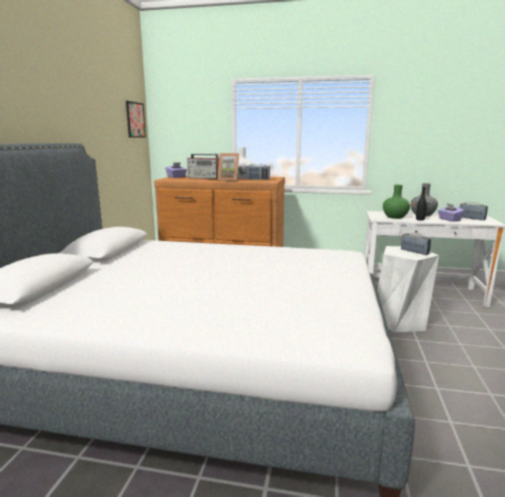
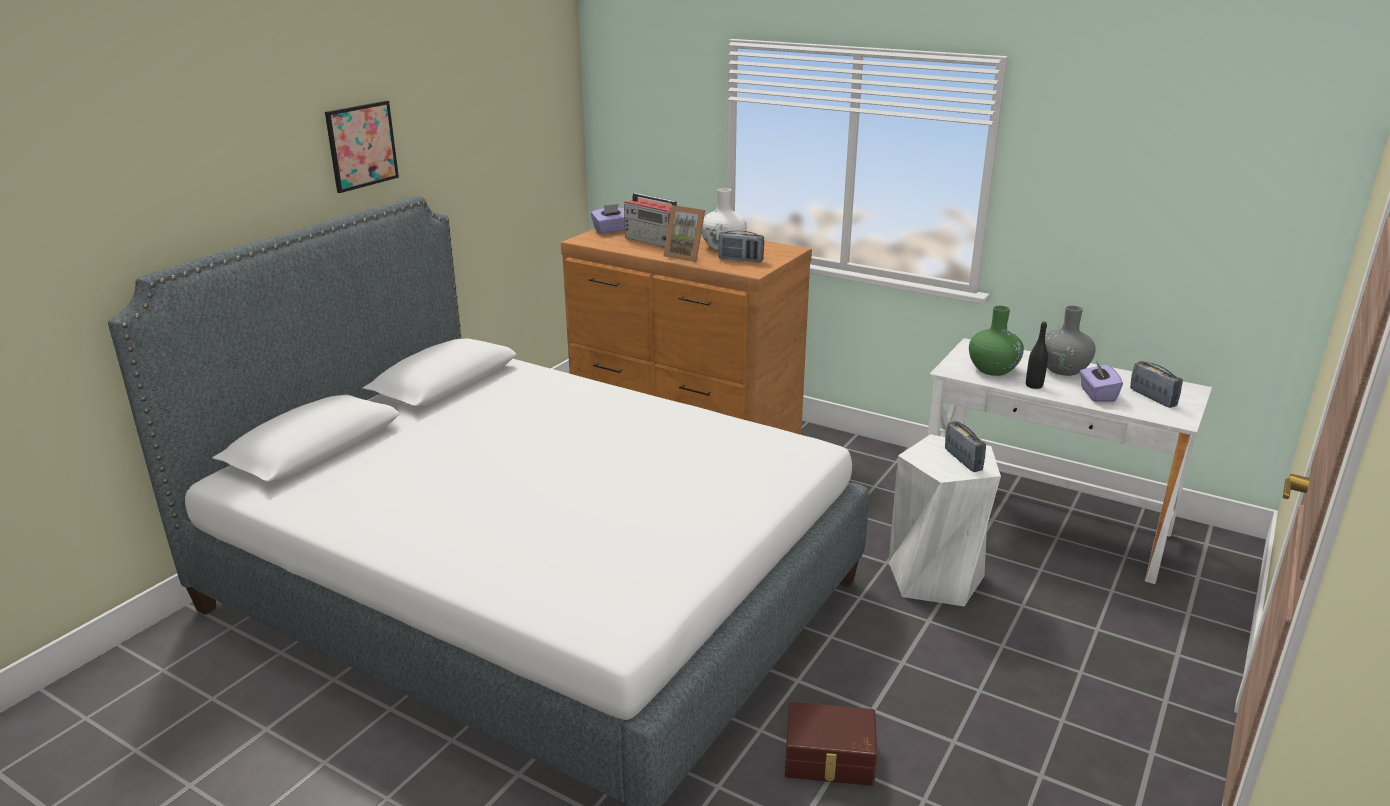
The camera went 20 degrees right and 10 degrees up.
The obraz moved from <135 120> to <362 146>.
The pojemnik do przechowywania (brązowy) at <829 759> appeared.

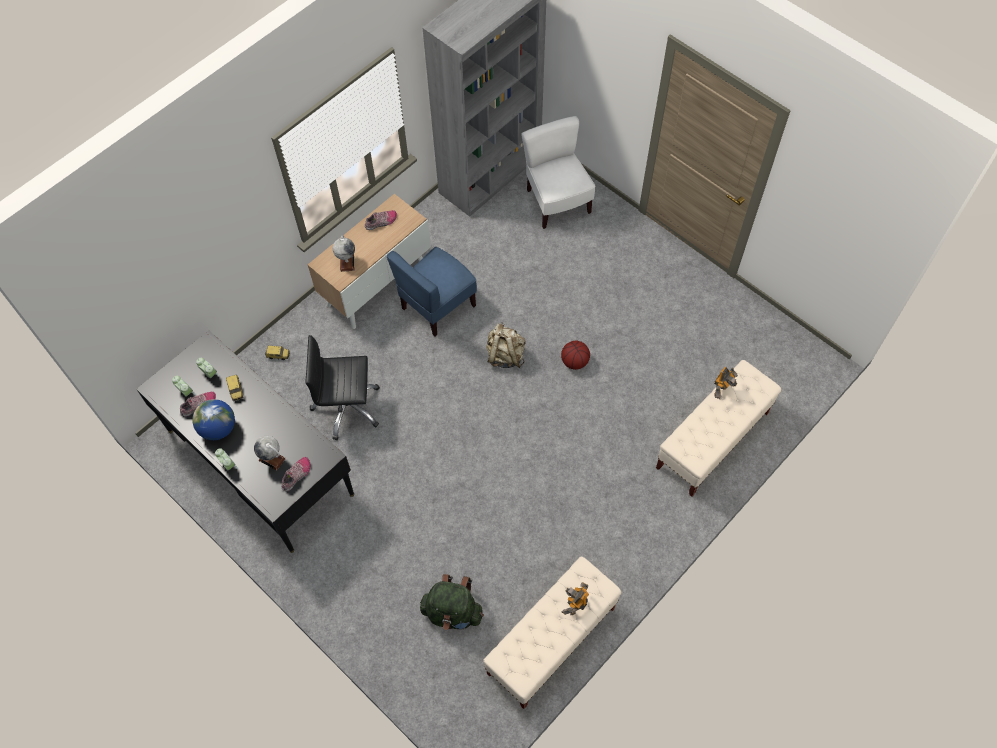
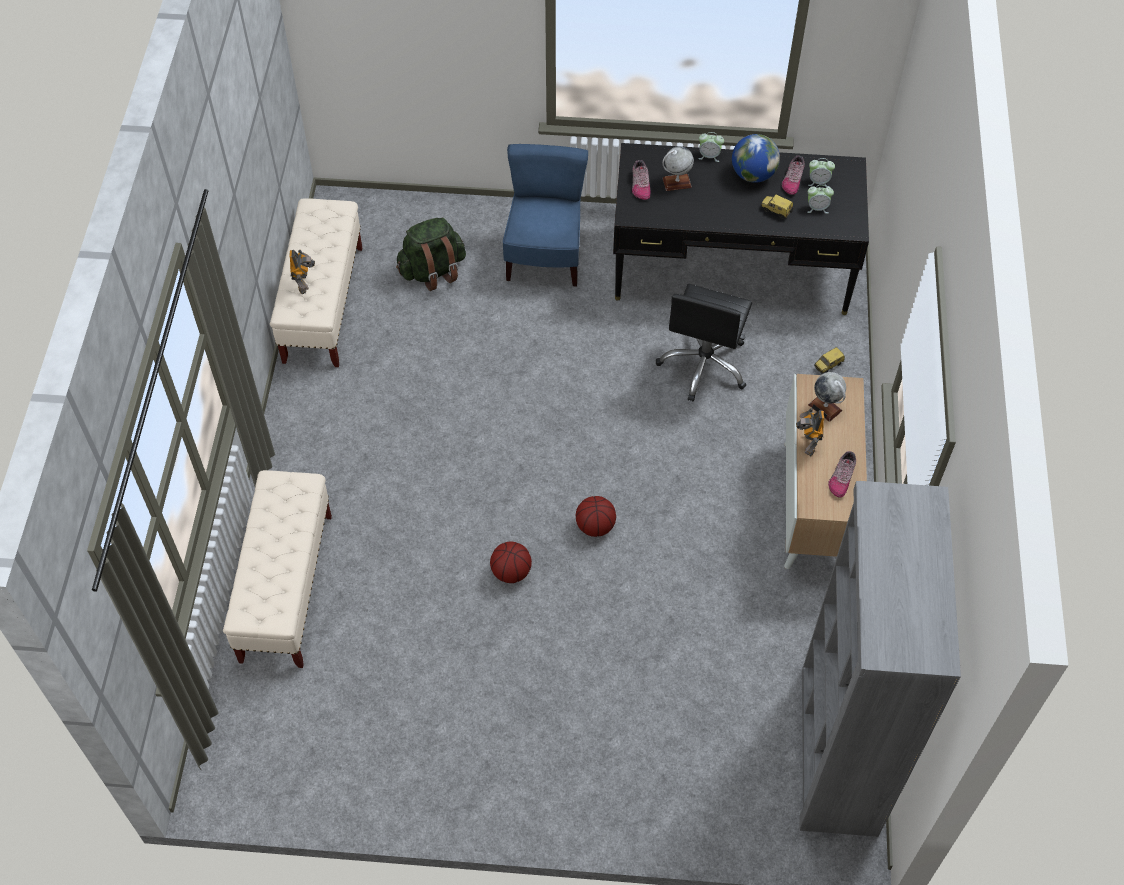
The camera went 140 degrees right and 5 degrees down.
The krzesło (biały) at <557 202> disappeared.
The krzesło (niebieski) moved from <437 306> to <545 257>.
The plecak (beżowy) at <505 355> was replaced by the piłka do koszykówki at <595 526>.
The krzesło biurowe (czarny) at <347 408> turned 150 degrees clockwise.
The robot zabawkowy moved from <721 390> to <807 444>.

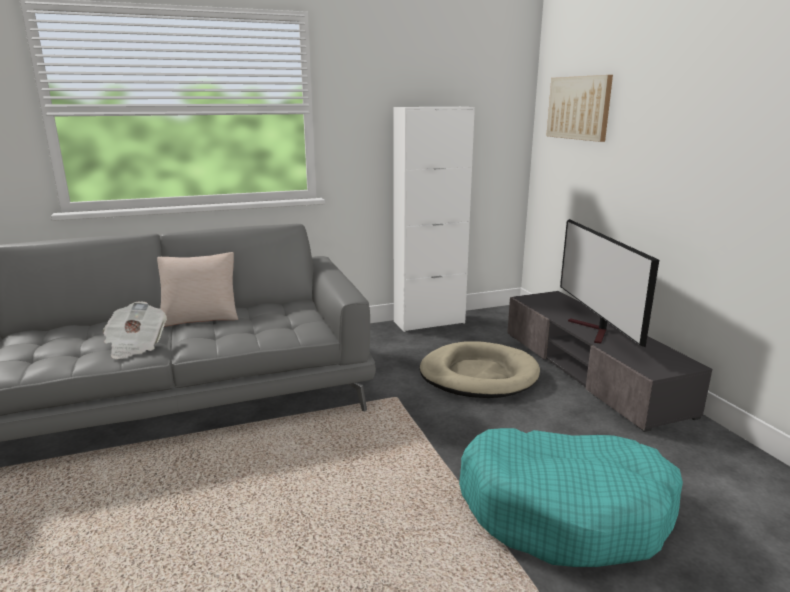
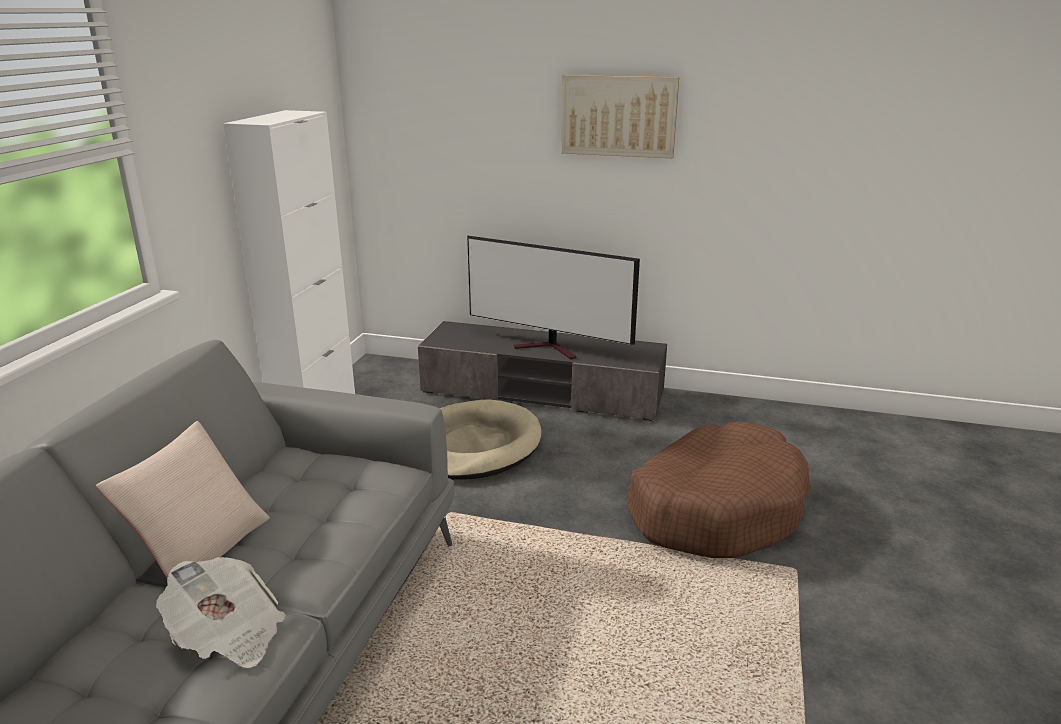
The camera went 55 degrees left and 5 degrees up.
The obraz moved from <579 108> to <618 115>.
The legowisko (turkusowy) at <565 510> became the legowisko (brązowy) at <715 508>.

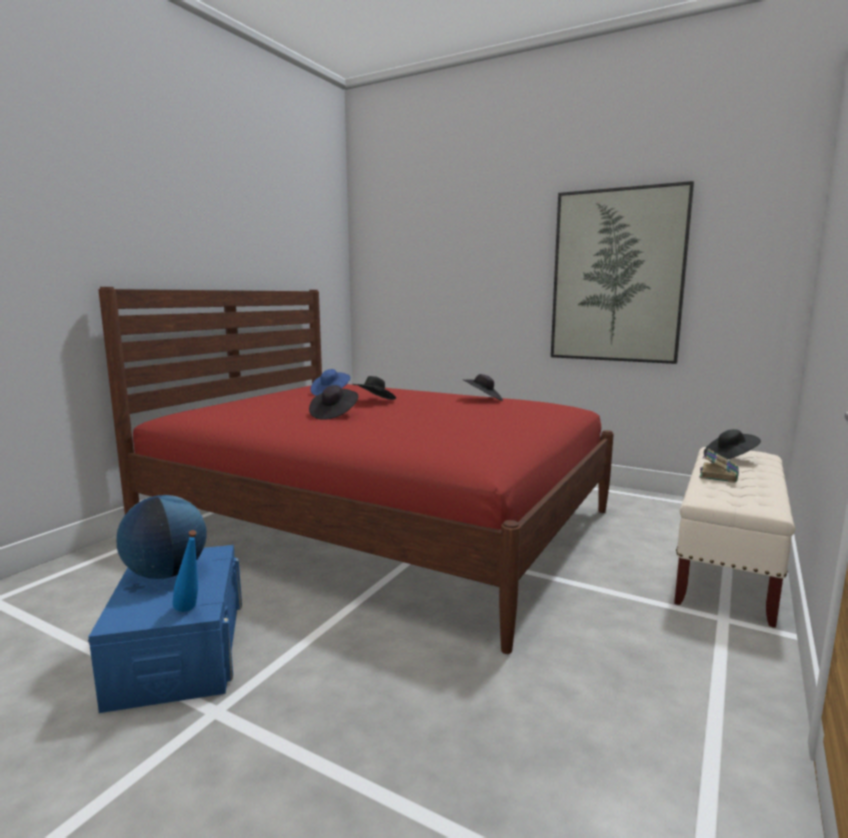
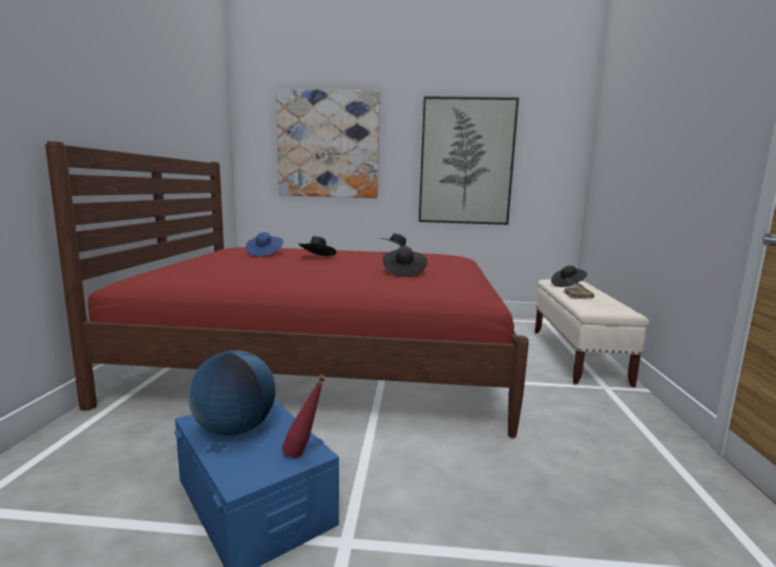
The camera went 25 degrees left and 0 degrees up.
The kapelusz (czarny) moved from <334 415> to <404 272>.
The butelka (niebieski) at <190 611> became the butelka (czerwony) at <304 455>.
The obraz at <328 144> appeared.

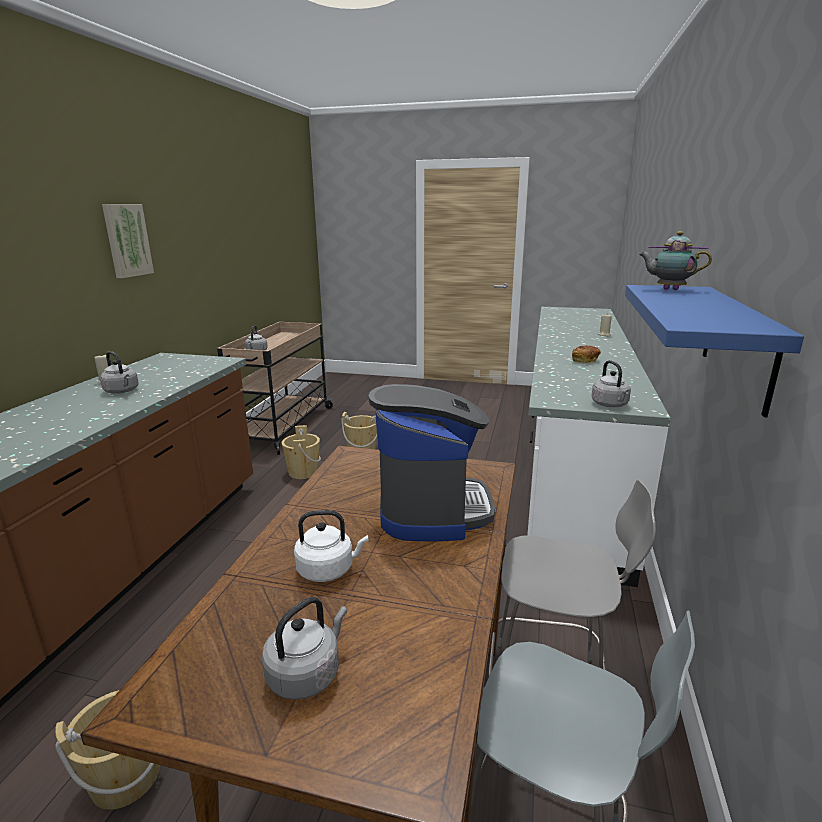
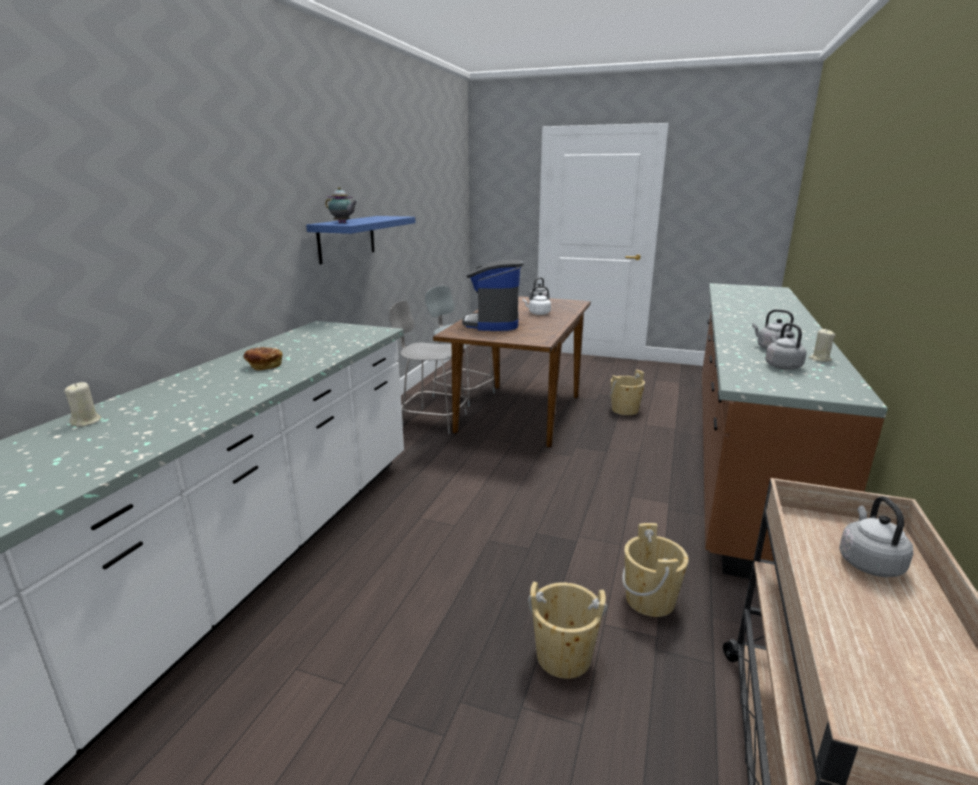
The camera went 175 degrees left and 0 degrees up.
The obraz at <126 240> disappeared.
The czajnik (szary) moved from <610 405> to <781 366>.

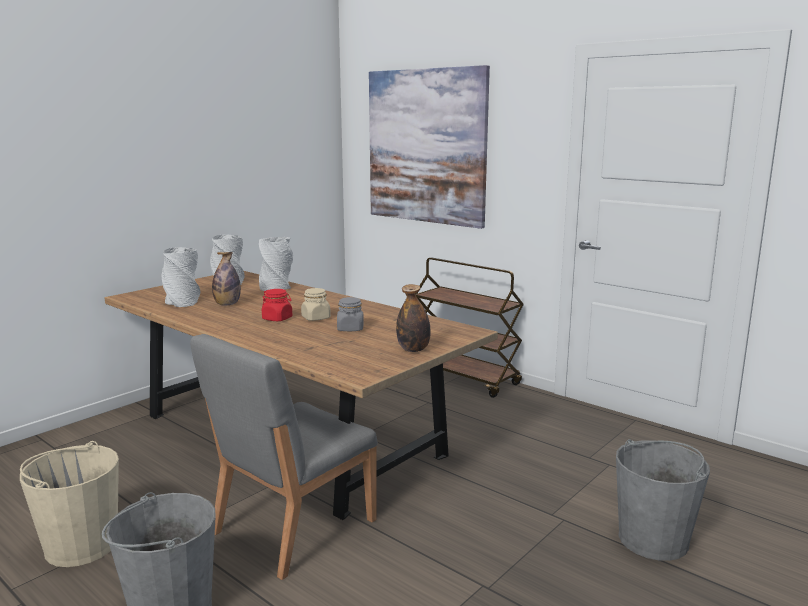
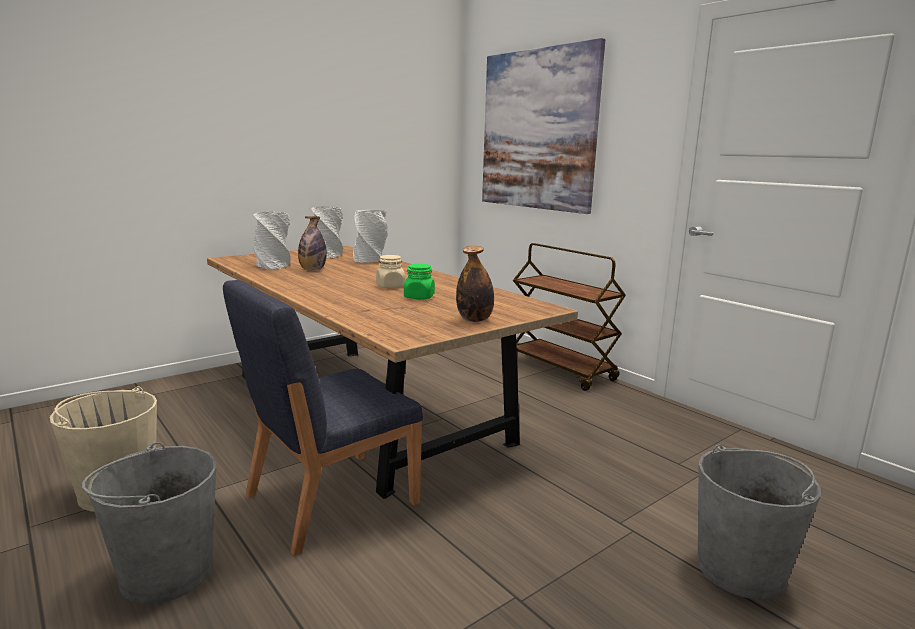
The camera went 10 degrees right and 0 degrees up.
The słoik (czerwony) at <277 319> disappeared.
The słoik (szary) at <350 329> became the słoik (zielony) at <419 297>.
The krzesło (szary) at <292 527> became the krzesło (niebieski) at <329 499>.

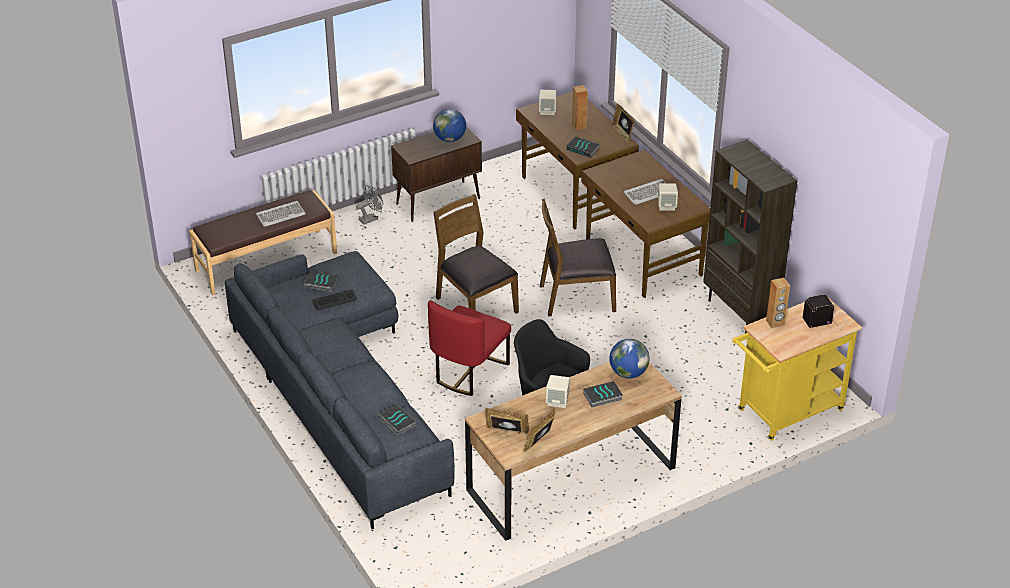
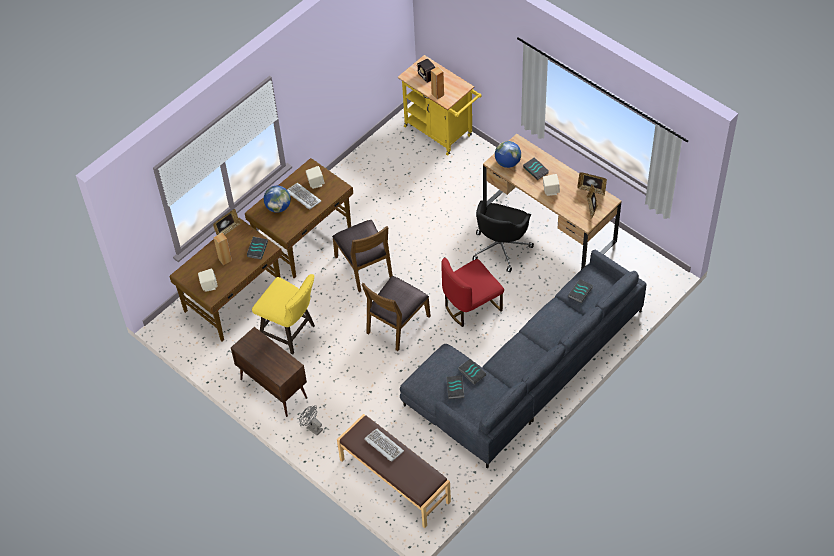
The camera went 105 degrees left and 15 degrees up.
The globus moved from <450 139> to <278 207>.
The regał (brązowy) at <740 313> disappeared.
The klawiatura at <334 300> was replaced by the książka at <471 372>.
The krzesło (czerwony) at <468 372> turned 135 degrees clockwise.
The stołek (żółty) at <291 333> appeared.

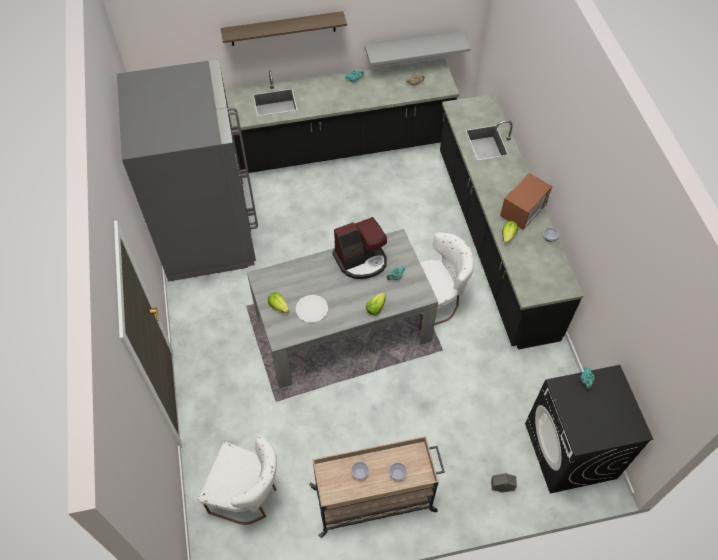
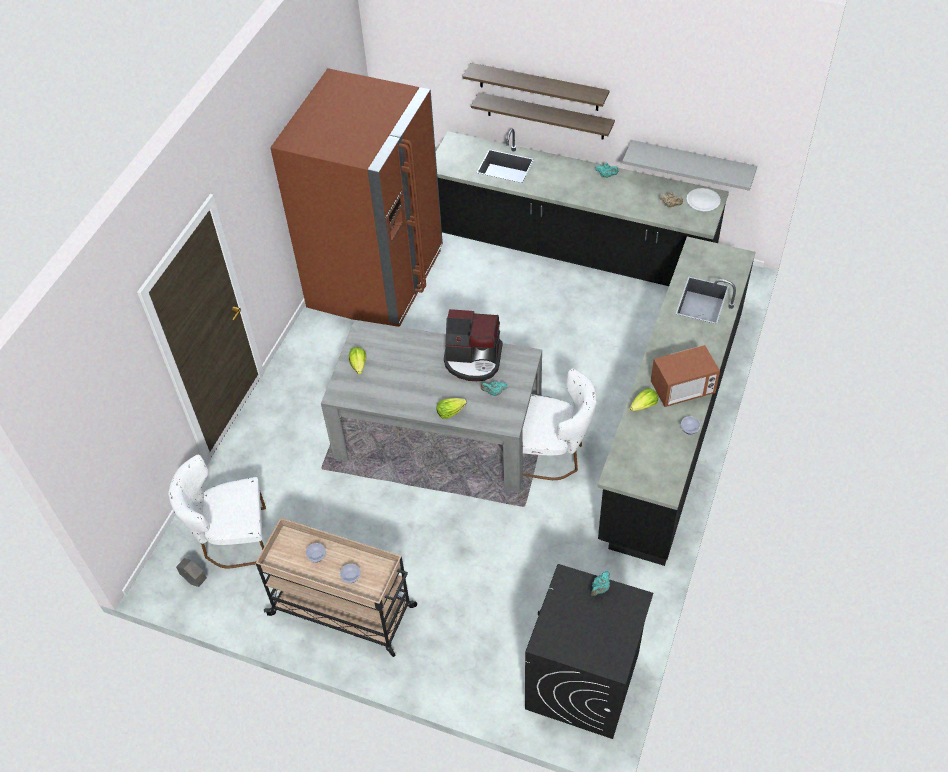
The camera went 35 degrees right and 5 degrees down.
The lodówka (szary) at <207 234> became the lodówka (brązowy) at <376 279>.
The talerz (biały) moved from <311 309> to <703 200>.
The krzesło (biały) at <248 495> turned 120 degrees clockwise.
The donica (szary) moved from <501 487> to <195 580>.
The półka at <545 116> appeared.

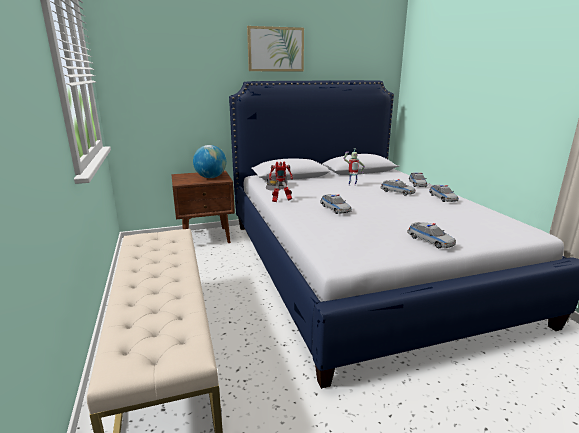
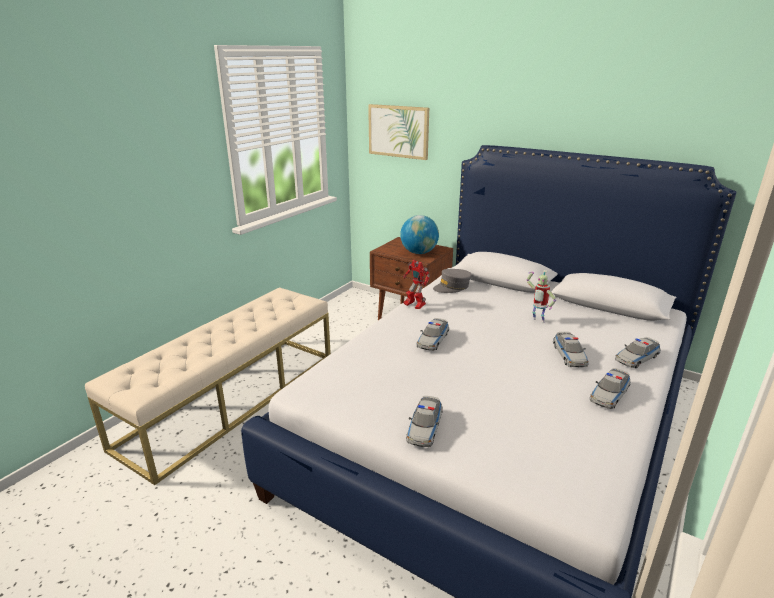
The camera went 50 degrees right and 5 degrees up.
The obraz moved from <275 49> to <398 131>.

